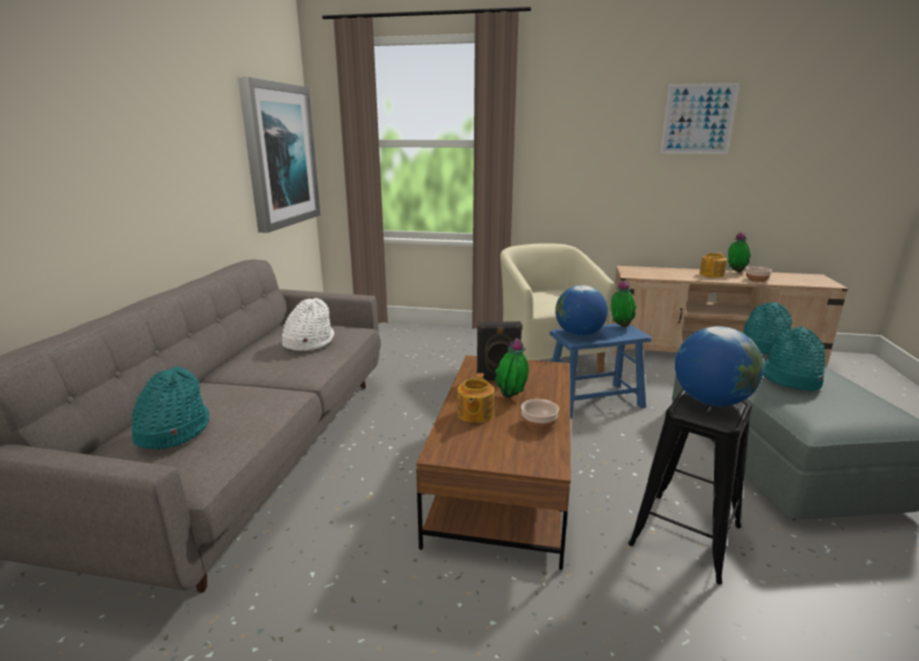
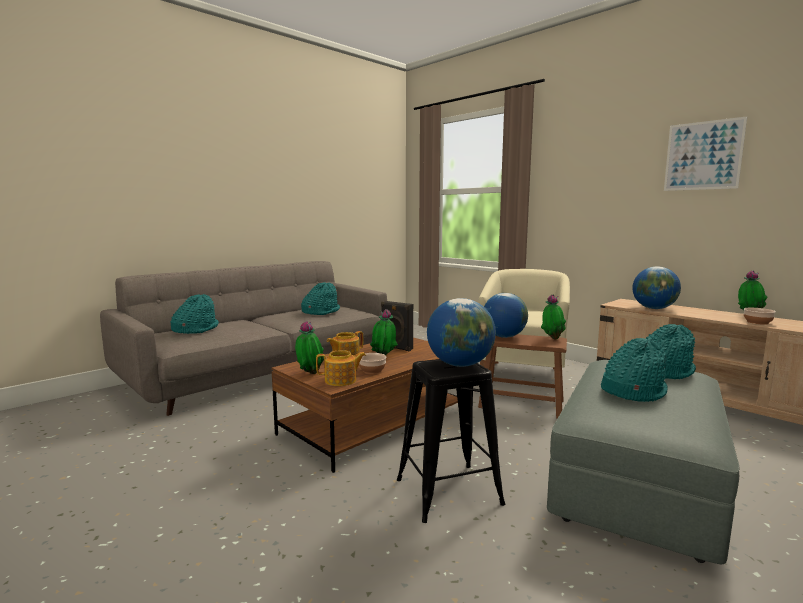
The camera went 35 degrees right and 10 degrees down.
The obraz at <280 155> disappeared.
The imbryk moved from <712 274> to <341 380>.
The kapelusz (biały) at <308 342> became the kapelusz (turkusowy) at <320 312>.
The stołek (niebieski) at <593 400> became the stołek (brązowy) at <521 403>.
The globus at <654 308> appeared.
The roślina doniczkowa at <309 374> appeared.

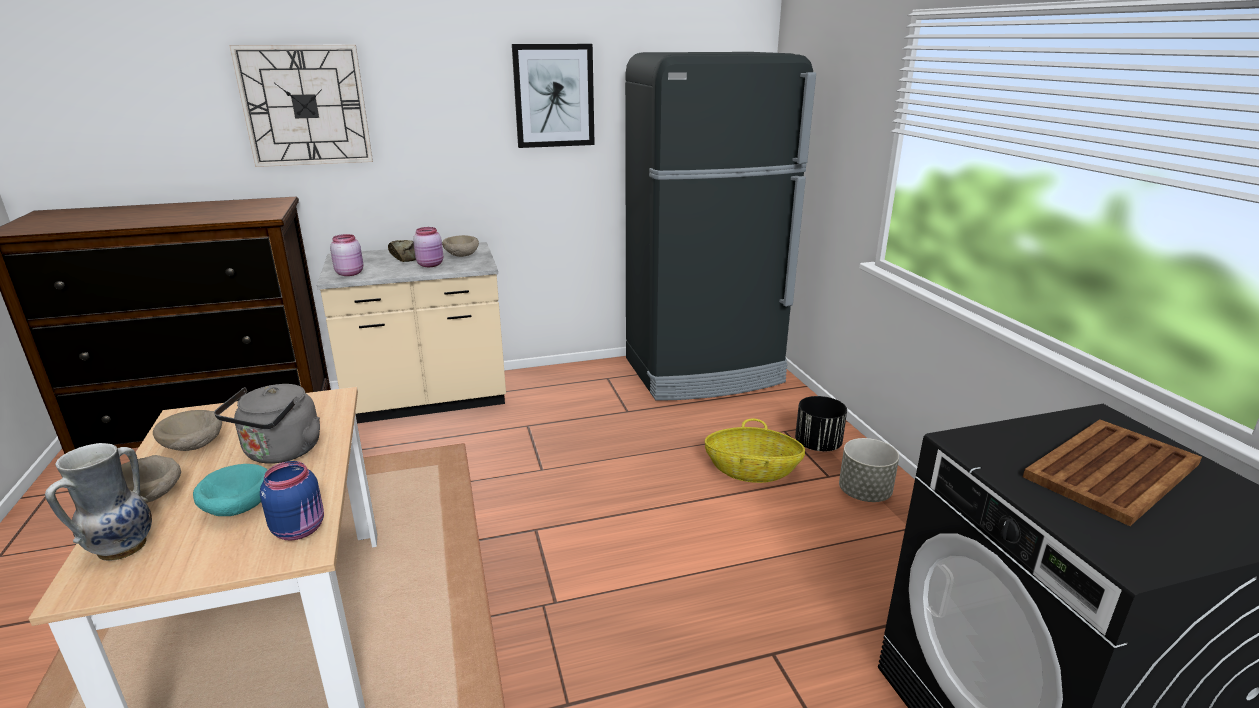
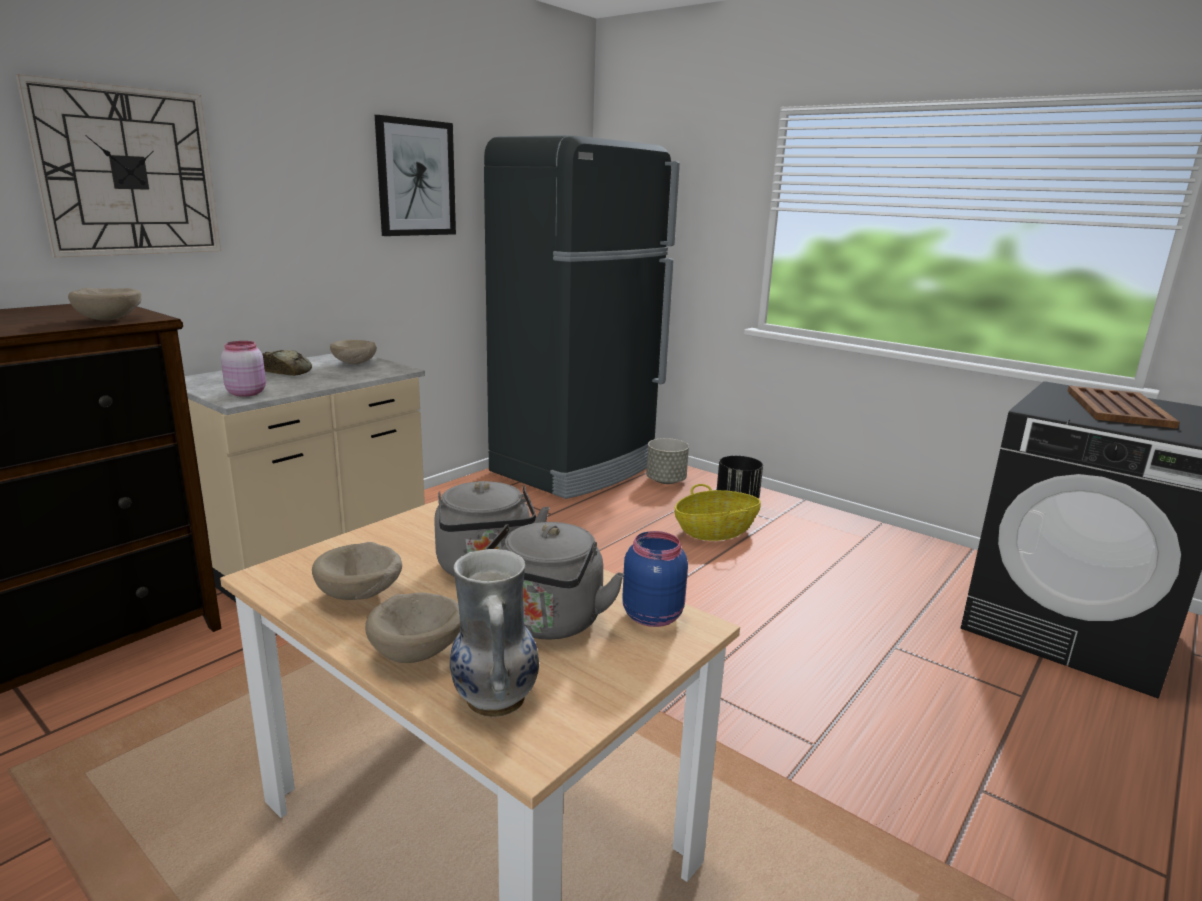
The camera went 35 degrees left and 5 degrees down.
The słoik (różowy) at <431 264> disappeared.
The donica (szary) moved from <864 493> to <666 481>.
The miska (turkusowy) at <237 508> was replaced by the czajnik (szary) at <547 623>.
The miska (beżowy) at <111 320> appeared.

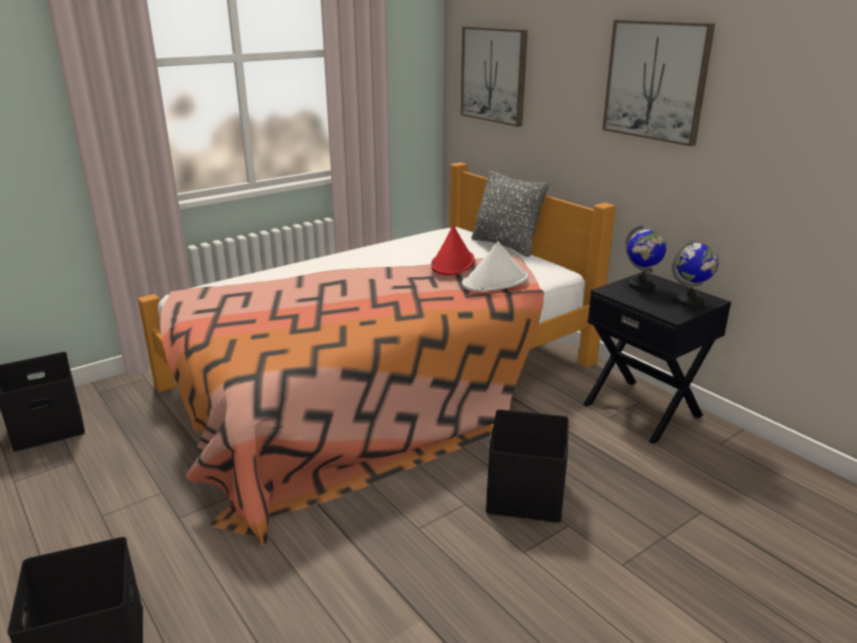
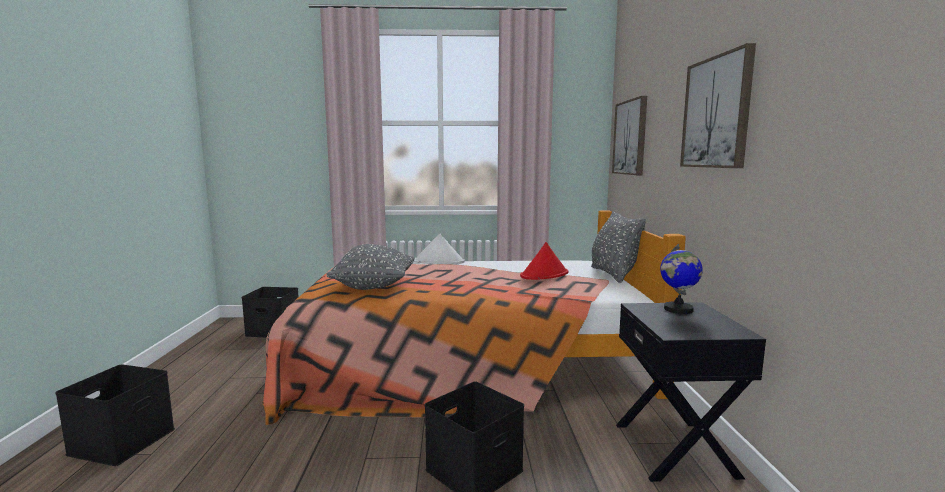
The camera went 35 degrees right and 15 degrees down.
The globus at <690 301> disappeared.
The kapelusz (biały) moved from <495 282> to <439 262>.
The poduszka (szary) at <374 286> appeared.

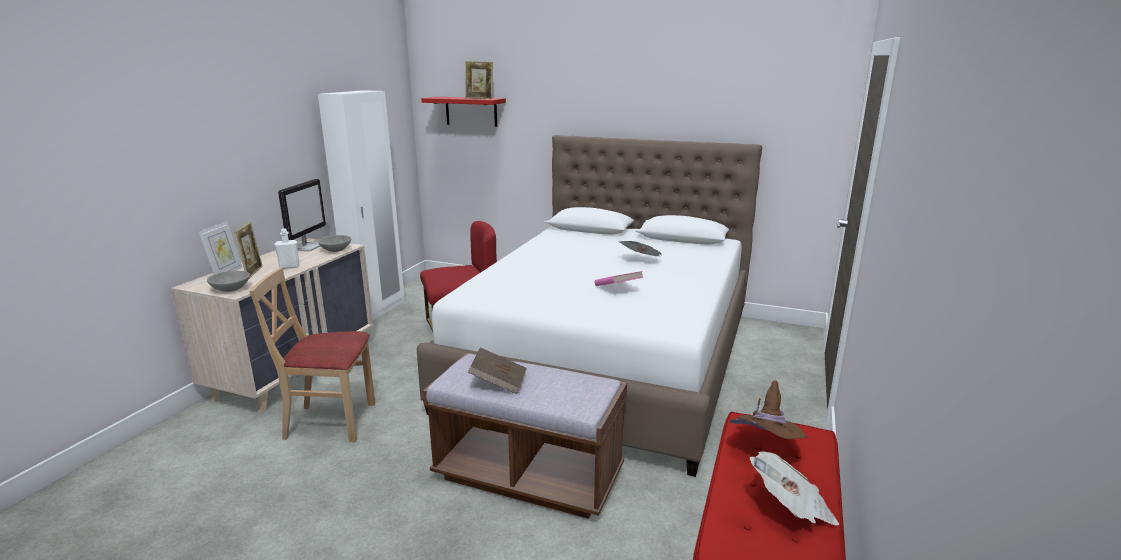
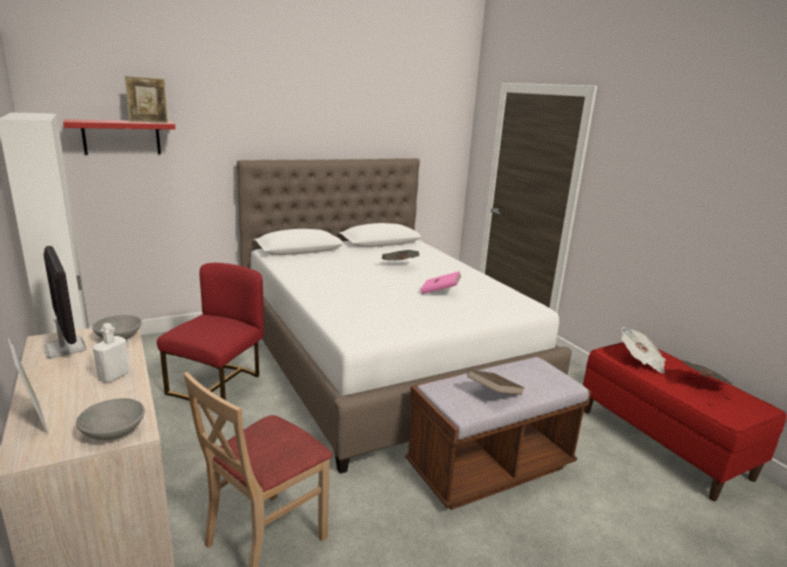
The camera went 50 degrees left and 0 degrees up.
The ramka na zdjęcie at <253 273> disappeared.
The kapelusz (brązowy) at <765 448> was replaced by the gazeta at <641 362>.

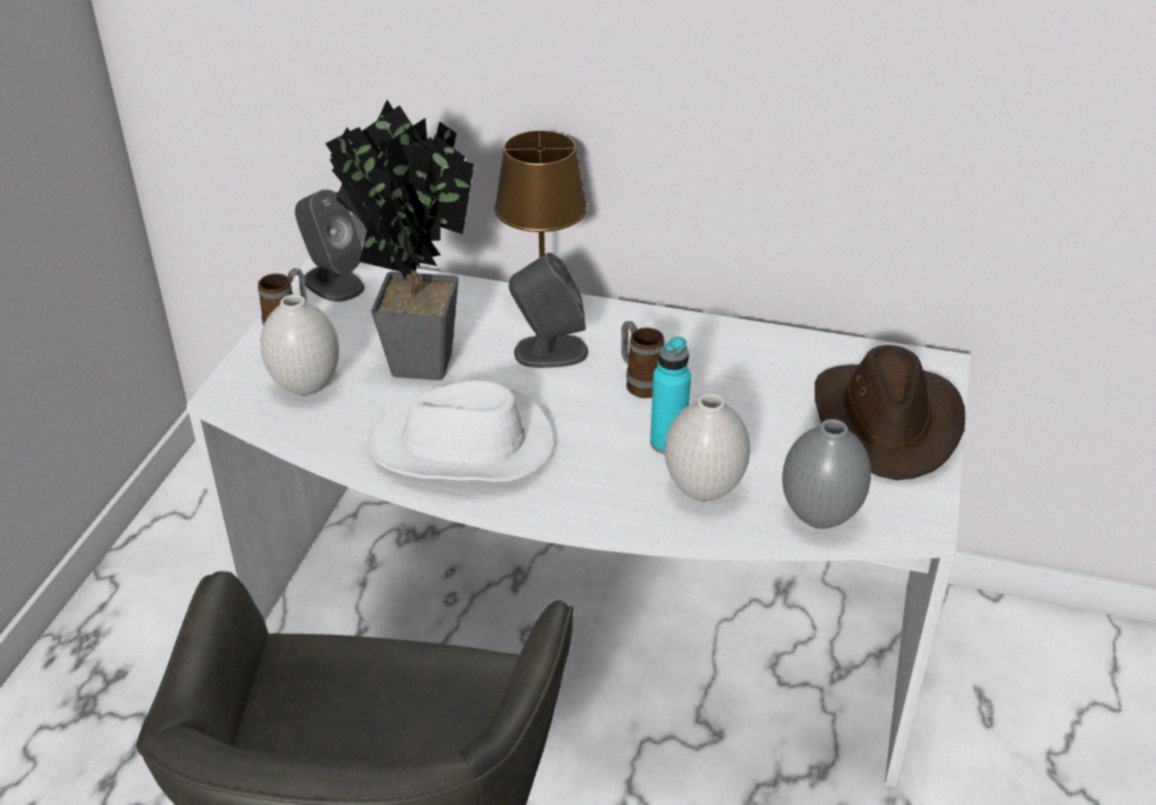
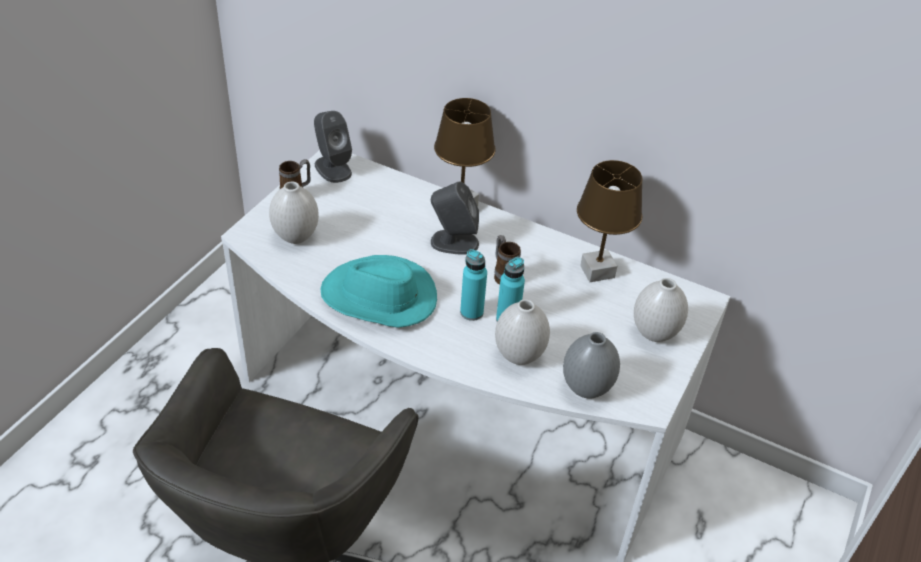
The camera went 10 degrees right and 5 degrees up.
The roślina doniczkowa at <412 359> disappeared.
The kapelusz (brązowy) at <887 422> was replaced by the wazon (biały) at <655 333>.
The kapelusz (biały) at <464 447> became the kapelusz (turkusowy) at <379 297>.
The lampa stołowa (brązowy) at <597 271> appeared.
The butelka (turkusowy) at <471 312> appeared.

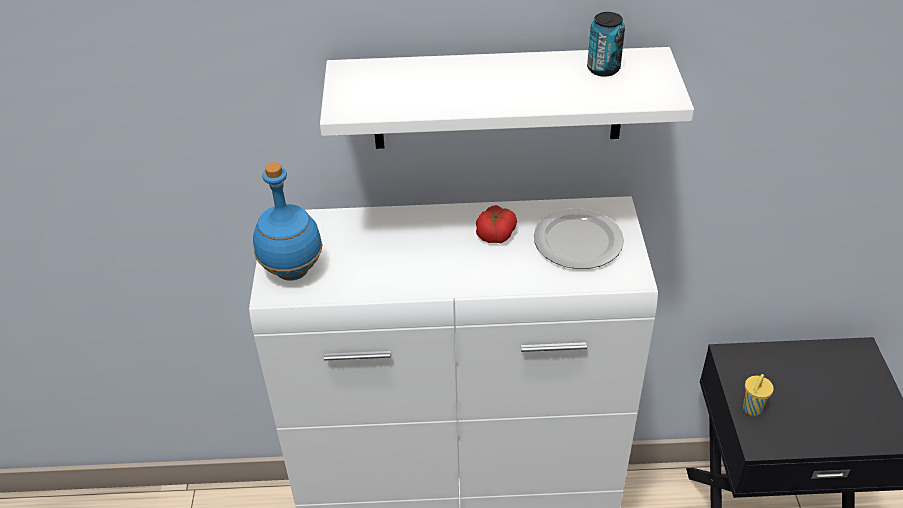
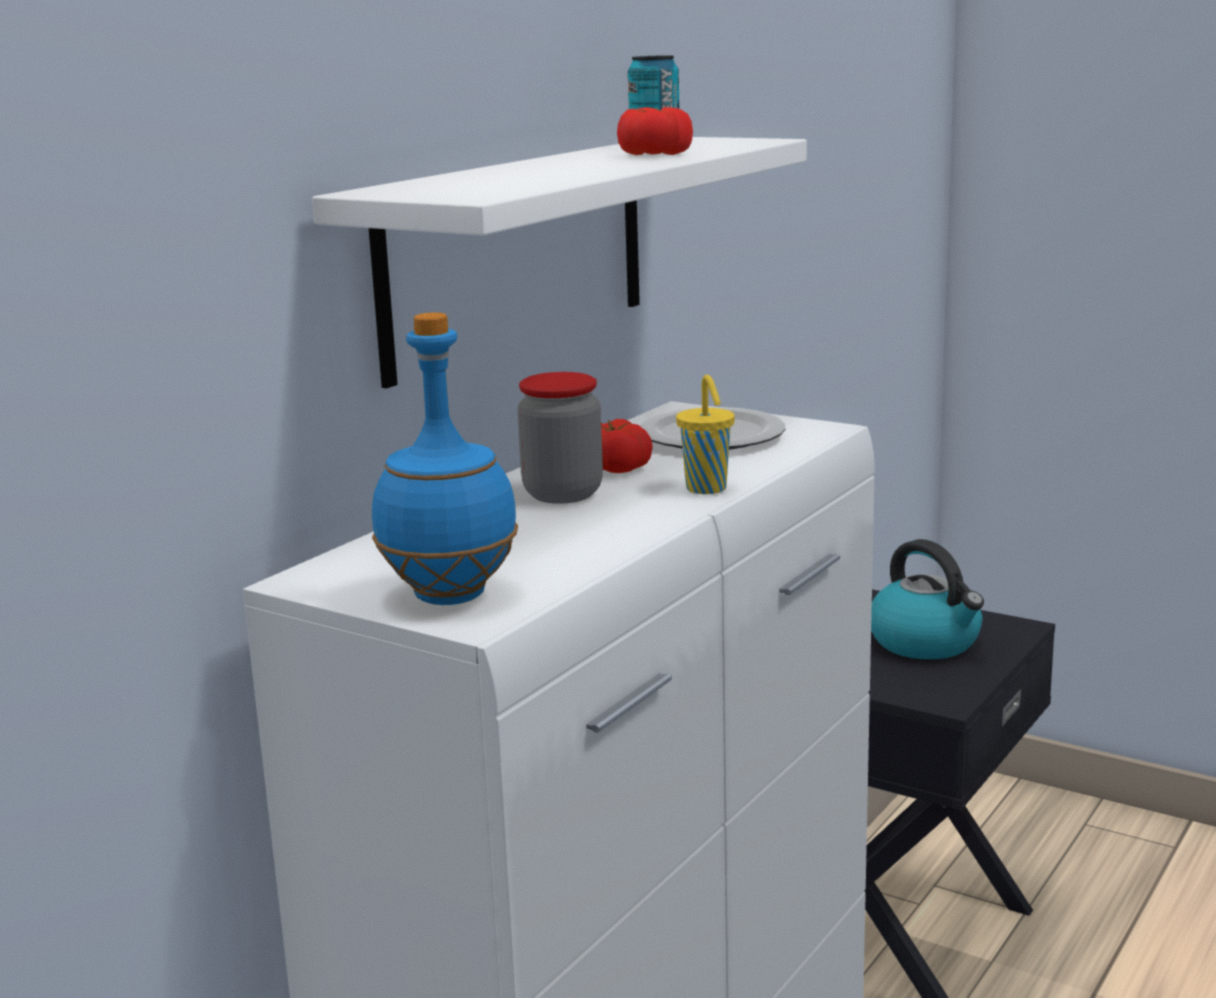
The camera went 55 degrees left and 25 degrees down.
The filiżanka (żółty) moved from <751 409> to <707 489>.
The pomidor at <656 154> appeared.
The słoik at <562 494> appeared.
The czajnik at <926 642> appeared.

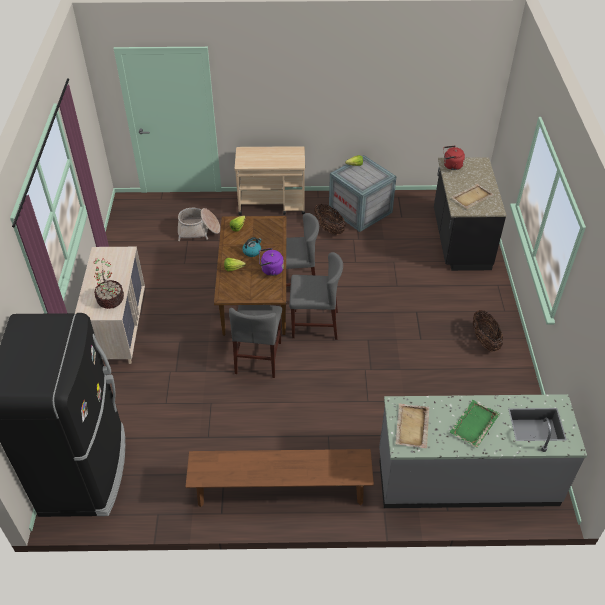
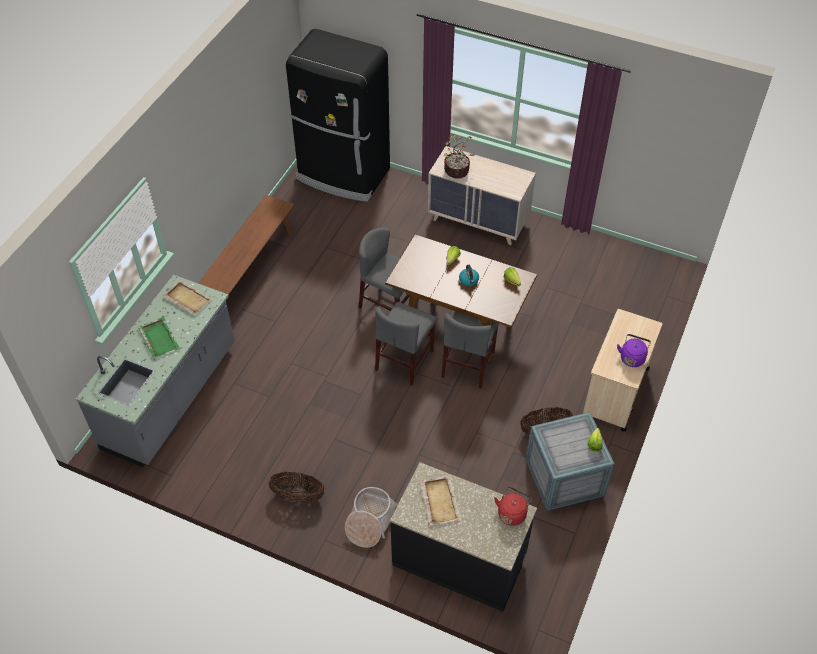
The camera went 115 degrees right and 5 degrees up.
The koszyk moved from <198 230> to <369 521>.
The czajnik (fioletowy) moved from <270 270> to <632 357>.

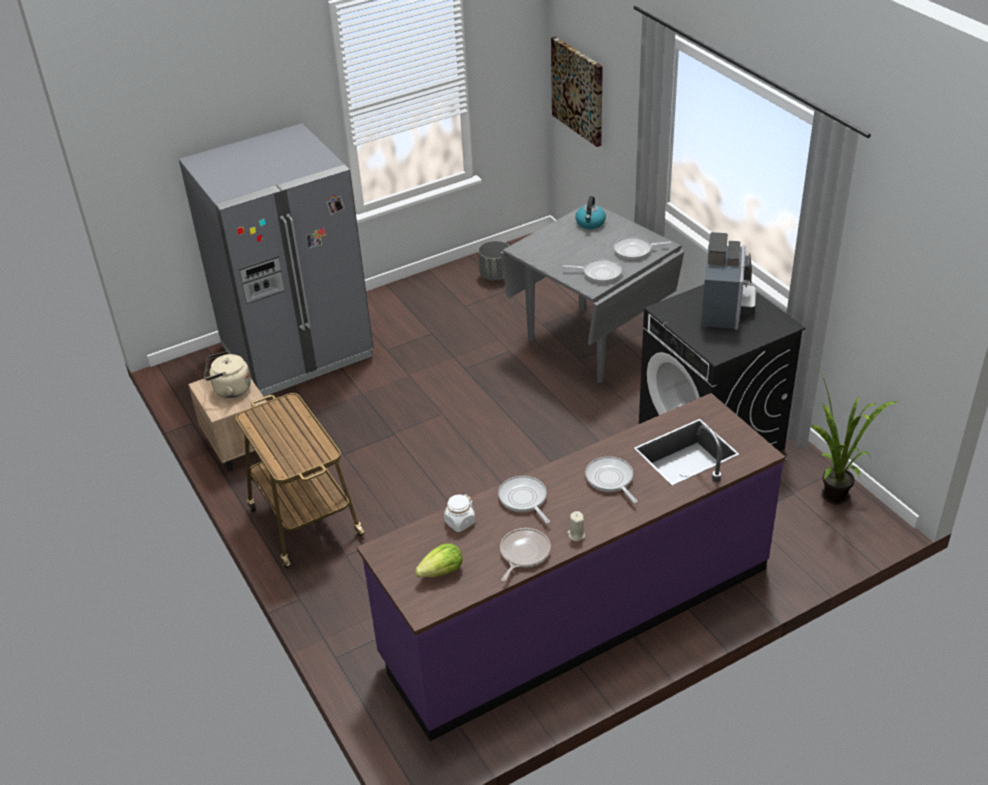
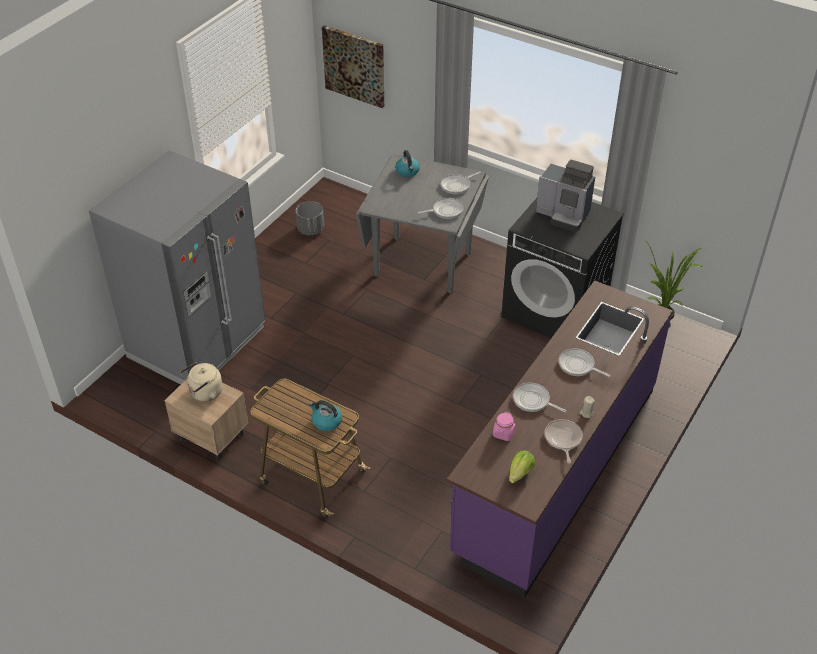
The camera went 30 degrees left and 5 degrees up.
The ekspres do kawy at <725 310> turned 135 degrees clockwise.
The słoik (biały) at <459 522> became the słoik (różowy) at <503 433>.
The czajnik at <326 421> appeared.

